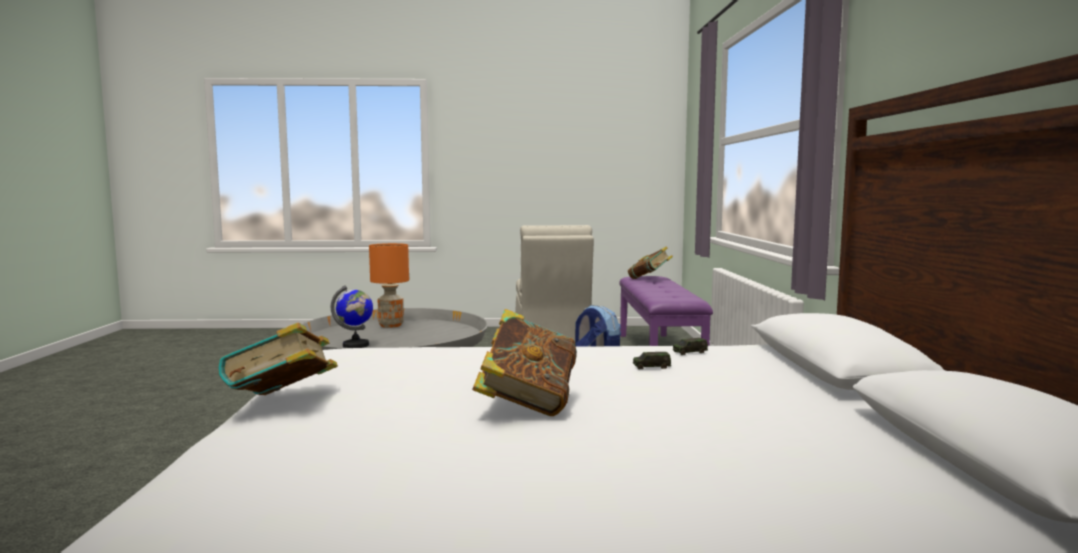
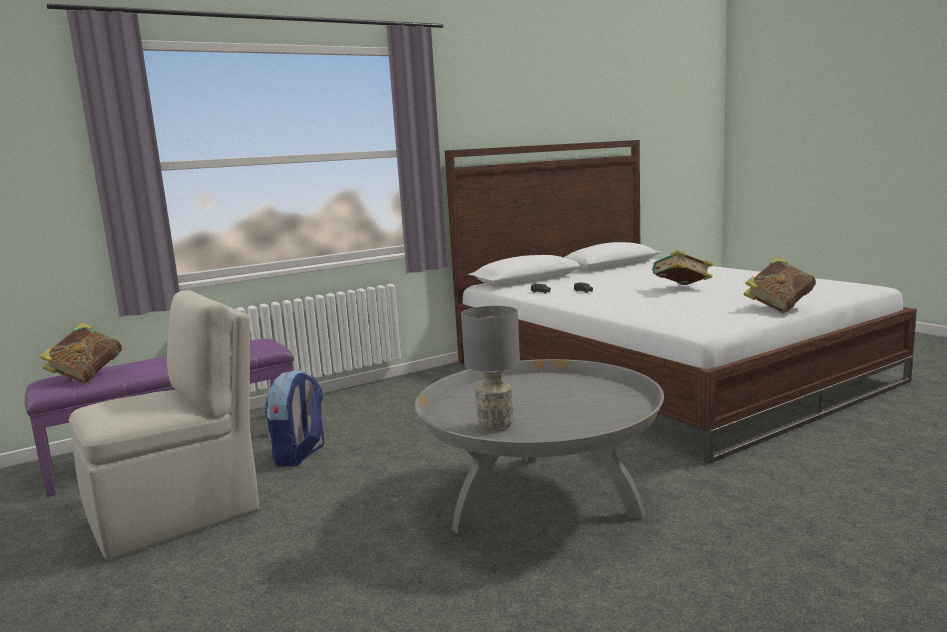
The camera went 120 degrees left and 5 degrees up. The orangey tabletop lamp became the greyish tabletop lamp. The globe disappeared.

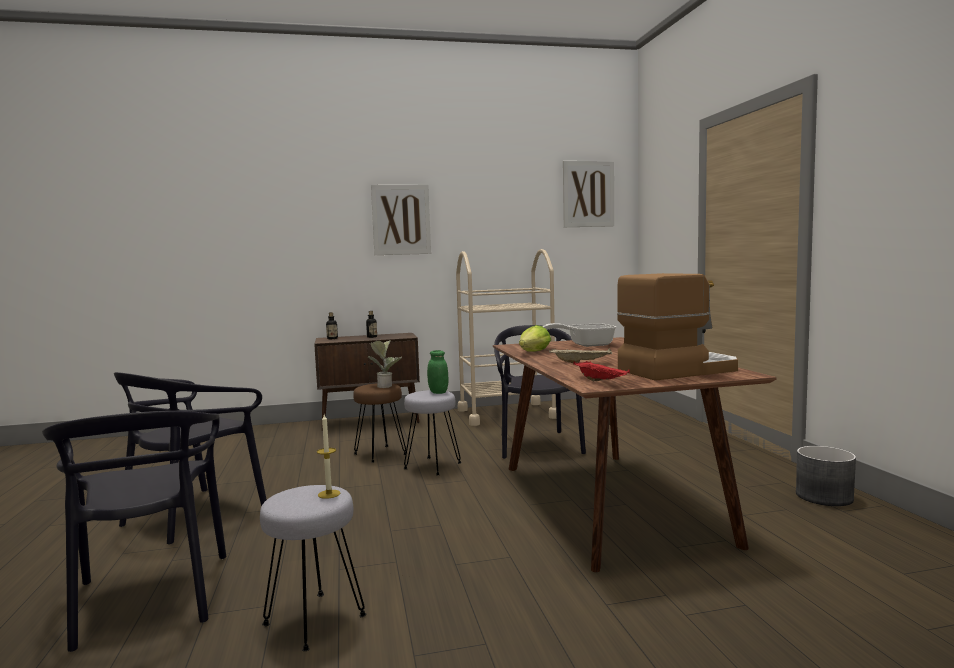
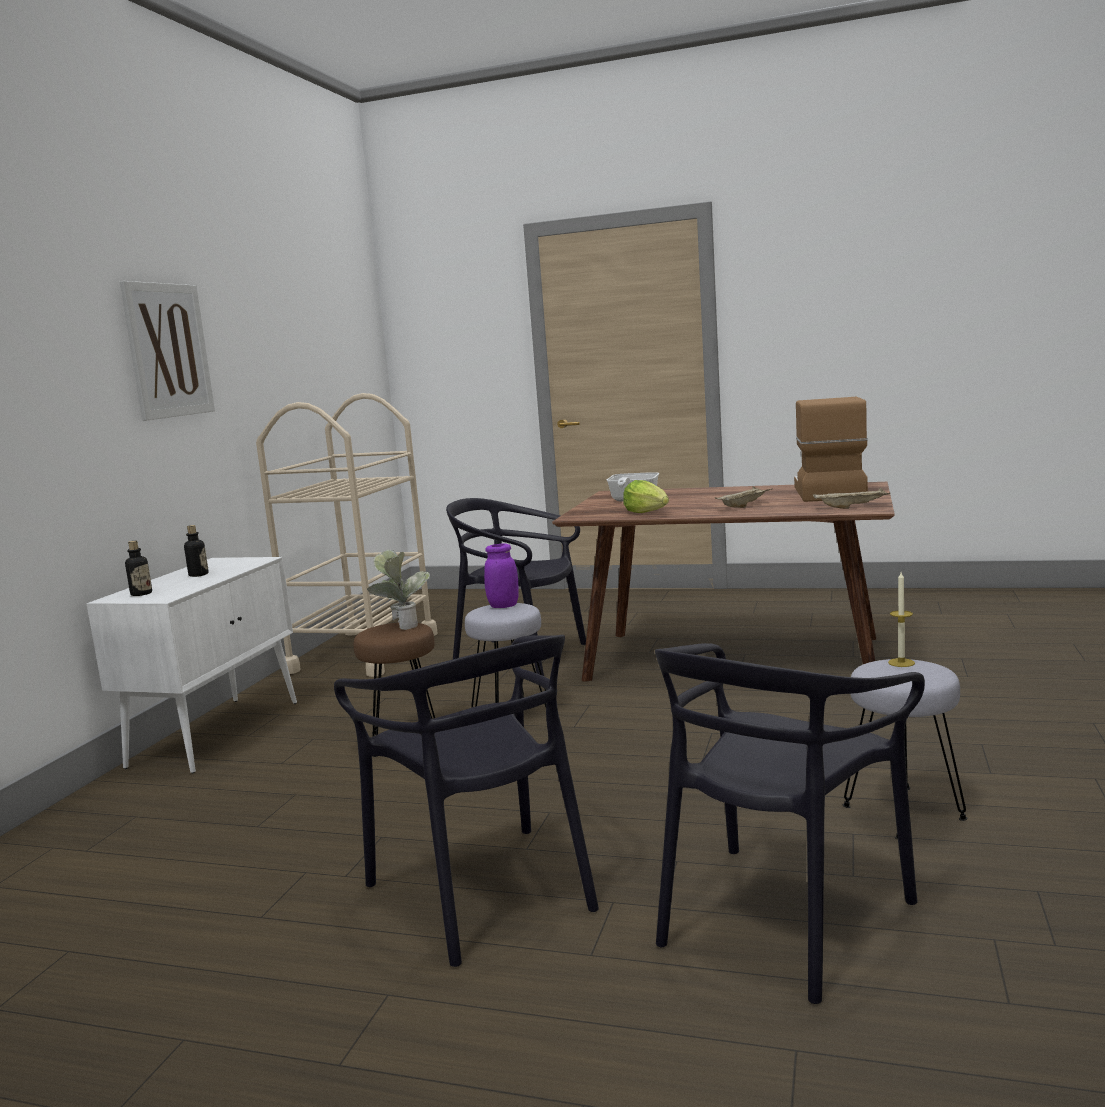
The camera went 60 degrees left and 5 degrees up. The brownish cabinet became the whitish cabinet. The greenish jar became the purple-coloured jar. The blackish upright chair (1st from left in the first image) turned 120 degrees clockwise. The red tray became the beige tray (2nd from left). The wall picture (2nd from left) disappeared. The greyish planter disappeared.

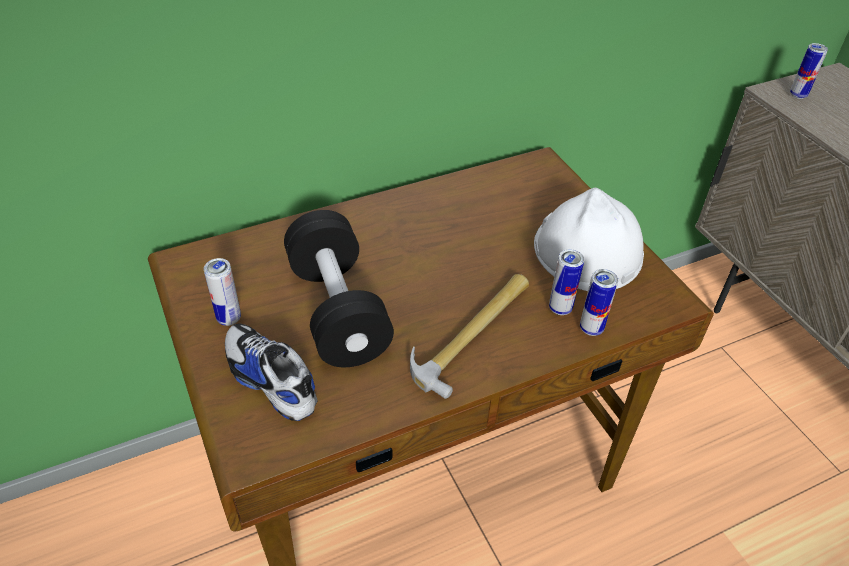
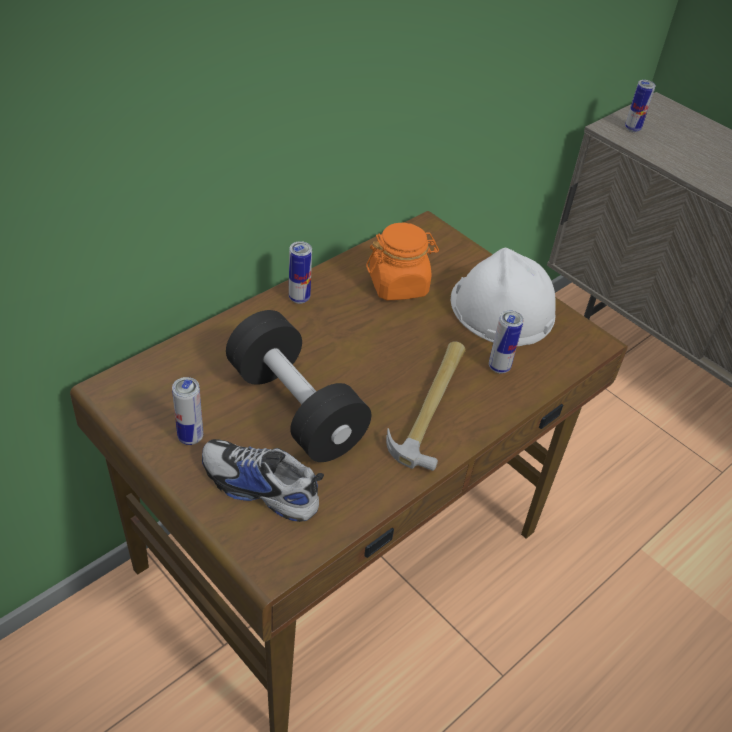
The camera went 20 degrees left and 0 degrees up. The sealed can (3rd from left in the first image) moved. The orangey jar appeared.

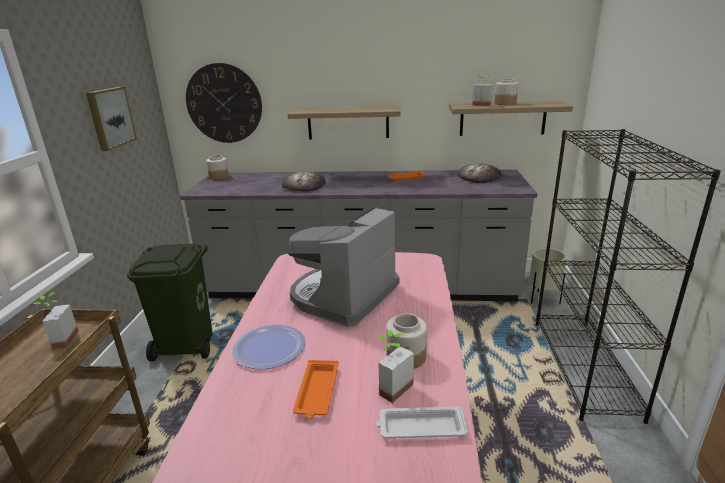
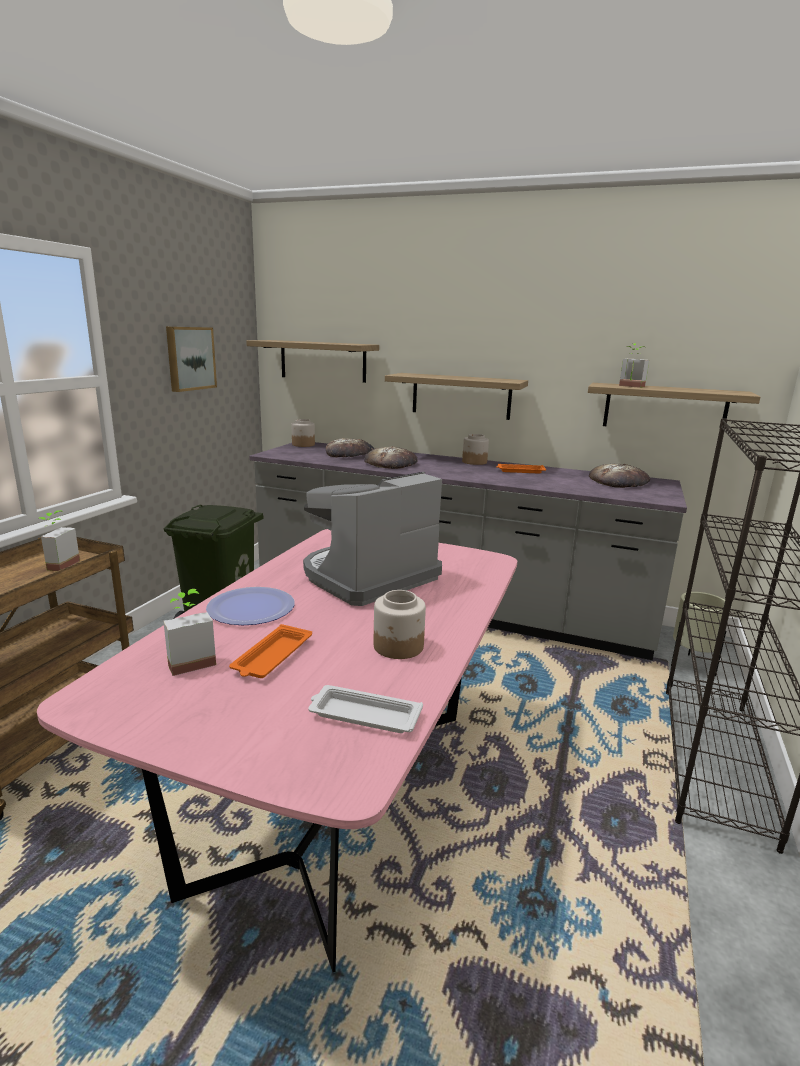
The camera went 15 degrees right and 5 degrees down. The potted plant (2nd from left) moved. The wall clock was replaced by the wall shelf (1st from left). The baked bread (1st from left) appeared. The jar (3rd from left) moved.

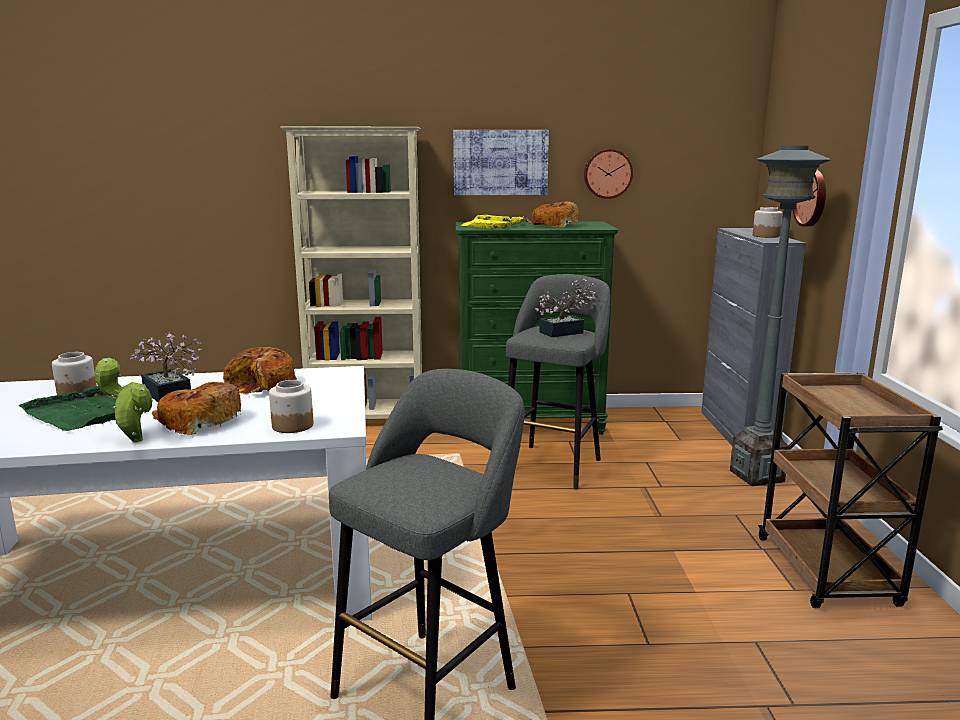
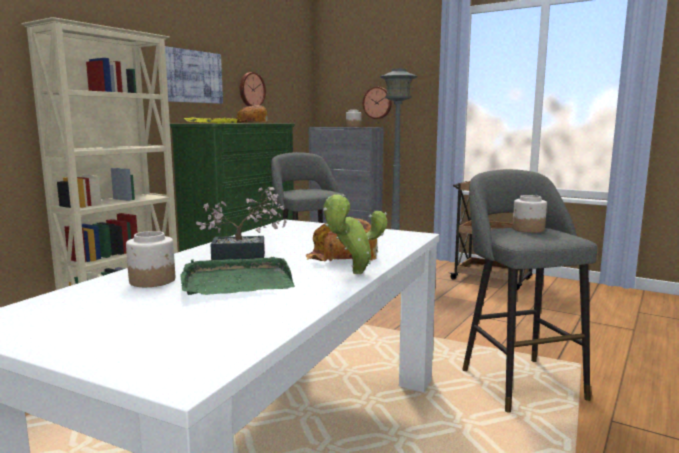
The camera went 55 degrees left and 5 degrees down. The jar (2nd from left in the first image) moved. The baked bread (2nd from left) disappeared. The potted plant (3rd from left) disappeared.

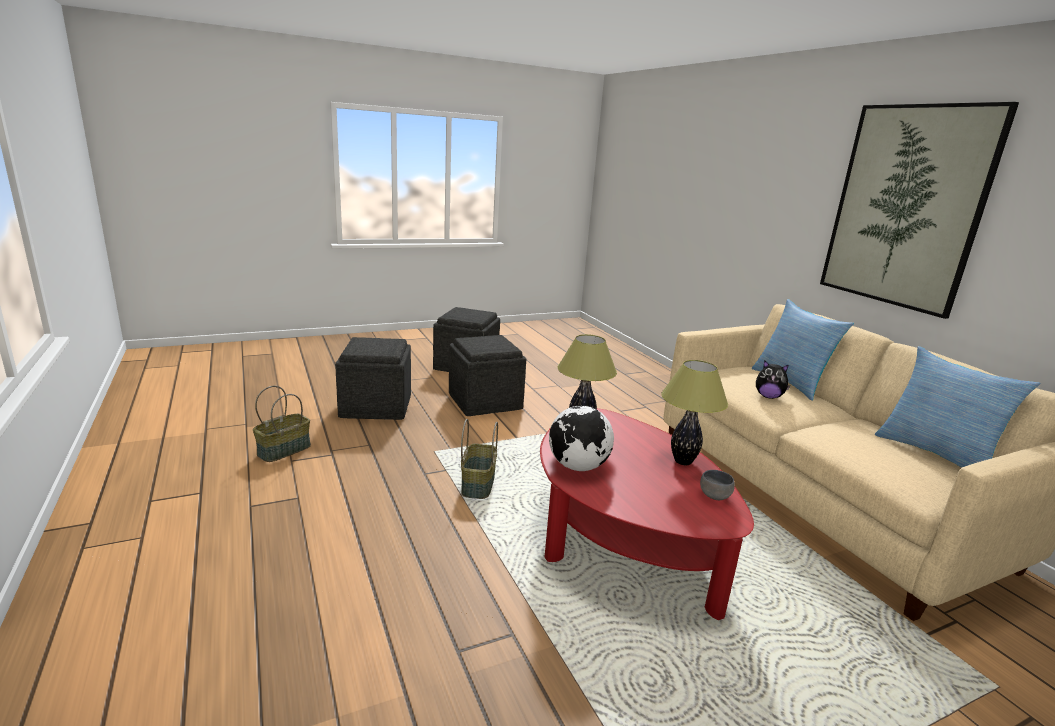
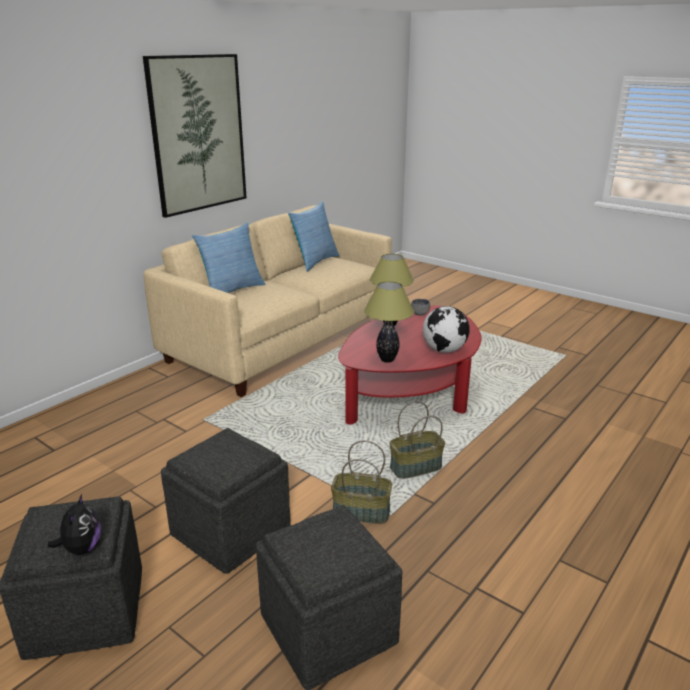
The camera went 115 degrees left and 5 degrees up. The cuddly toy moved. The basket (1st from left) moved.

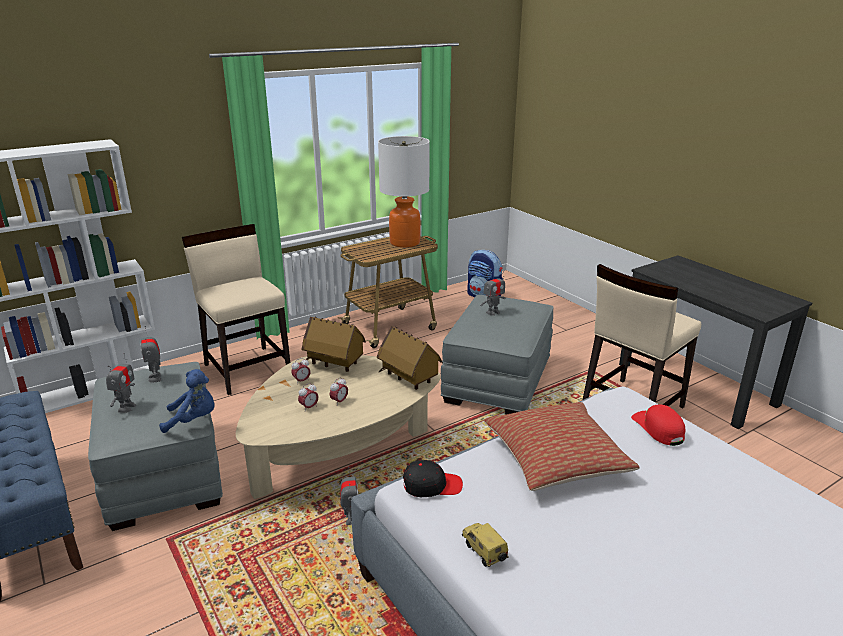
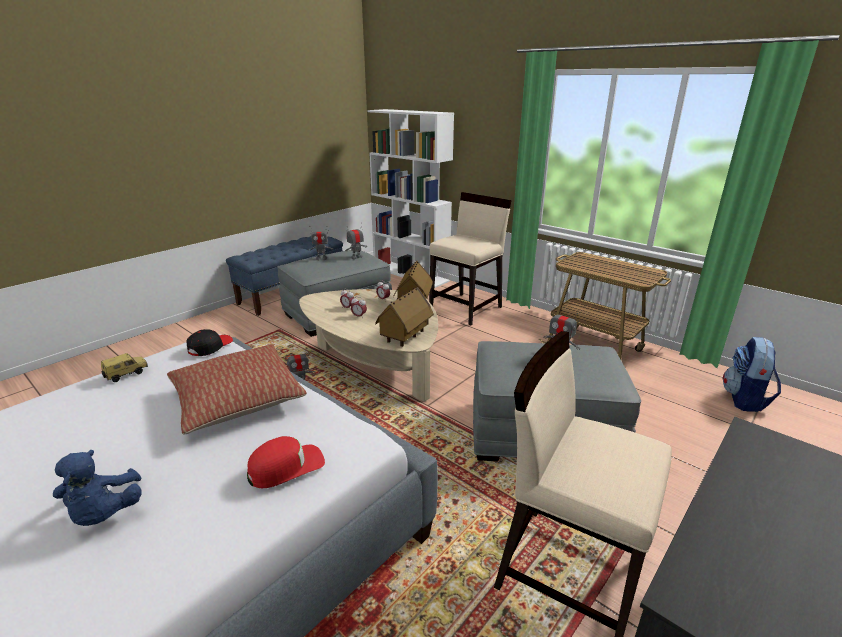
The camera went 75 degrees right and 0 degrees up. The blue cuddly toy moved. The blackish cap turned 135 degrees counterclockwise. The tabletop lamp disappeared.

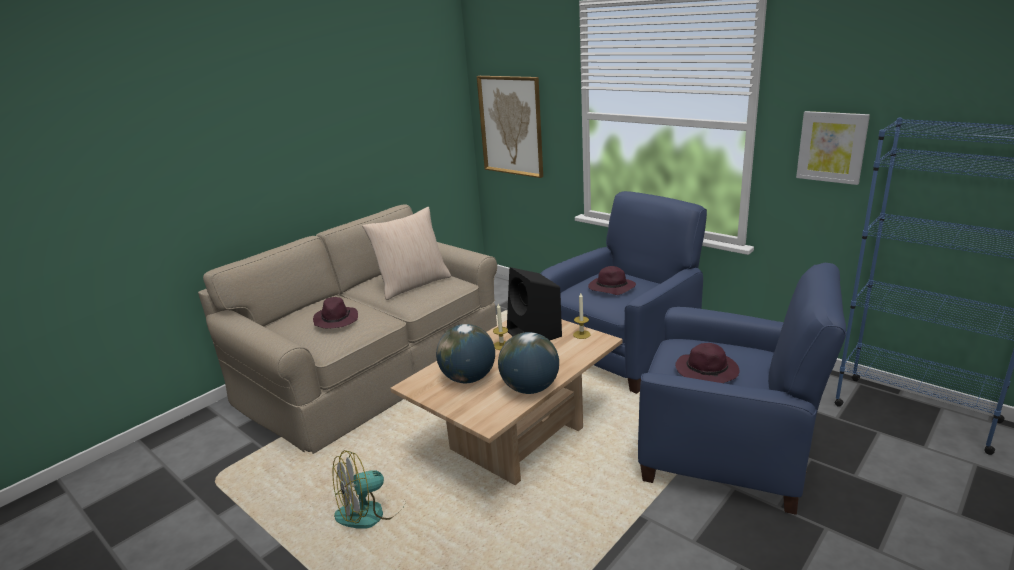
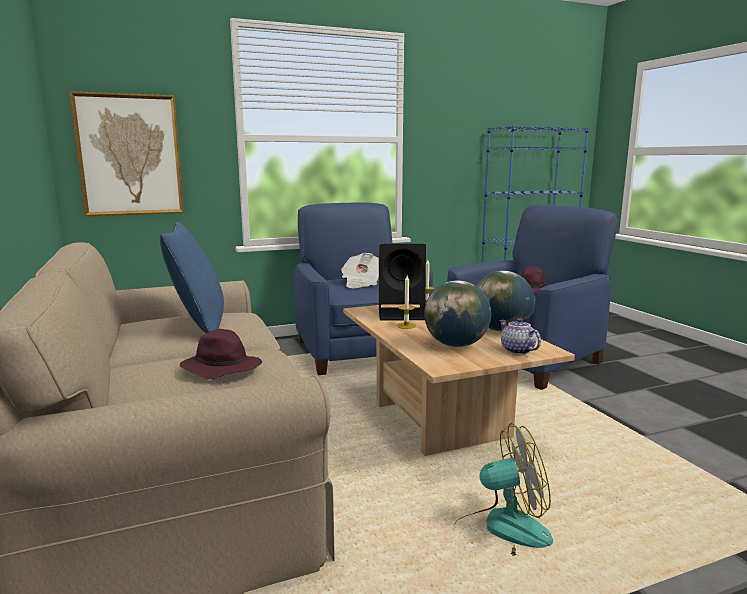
The camera went 65 degrees left and 10 degrees down. The beige pillow became the blue pillow. The purple-coloured hat (2nd from left) was replaced by the daily paper. The cooling fan turned 90 degrees counterclockwise. The pot for tea appeared. The wall picture (2nd from left) disappeared.

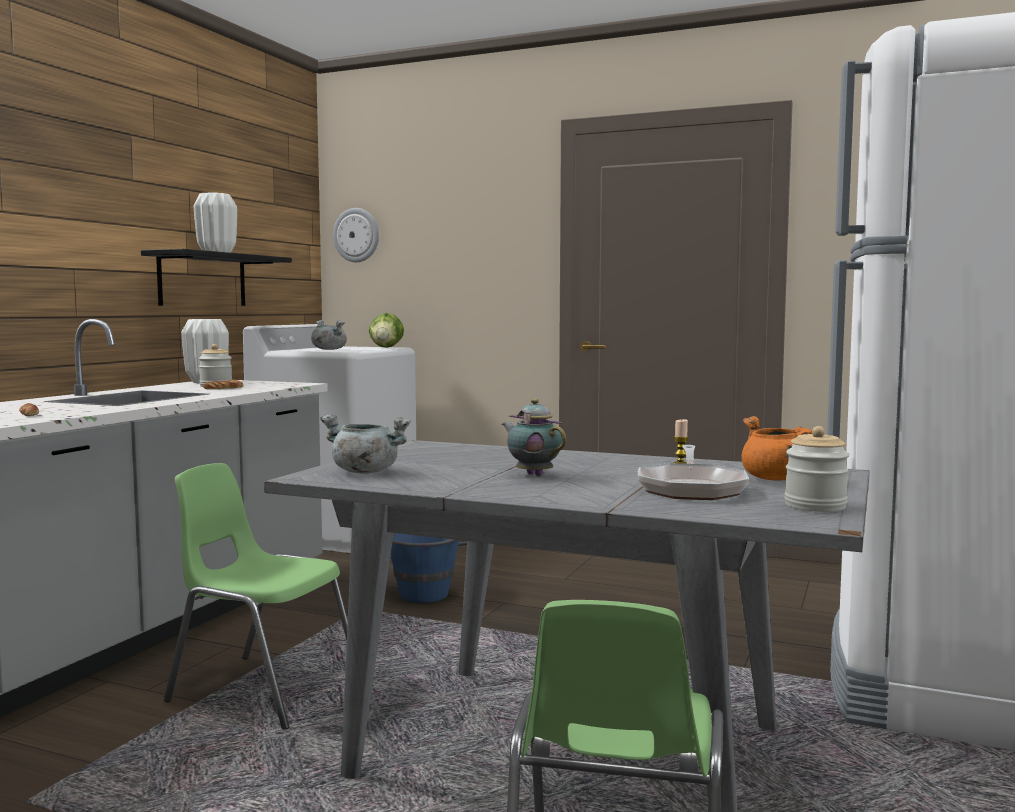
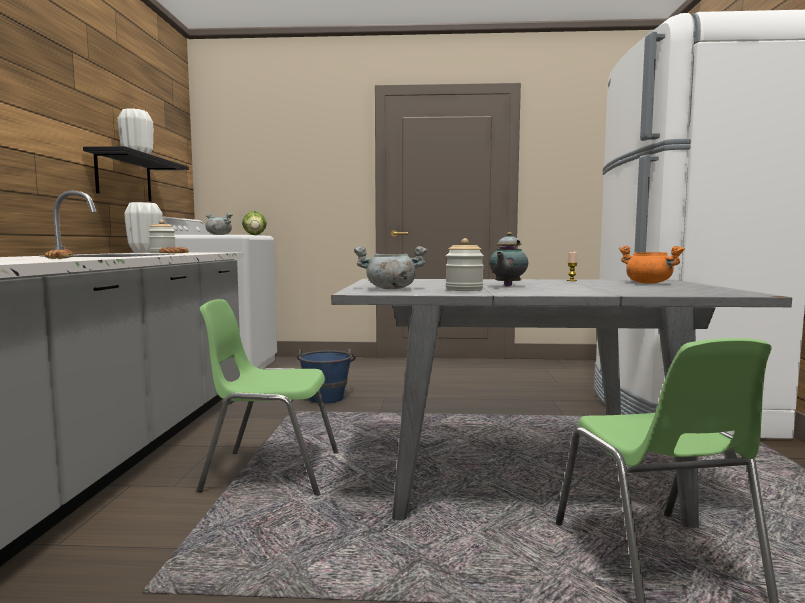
The camera went 20 degrees left and 0 degrees up. The jar (2nd from left) moved. The pot for tea turned 90 degrees counterclockwise. The wall clock disappeared. The frying pan disappeared.

